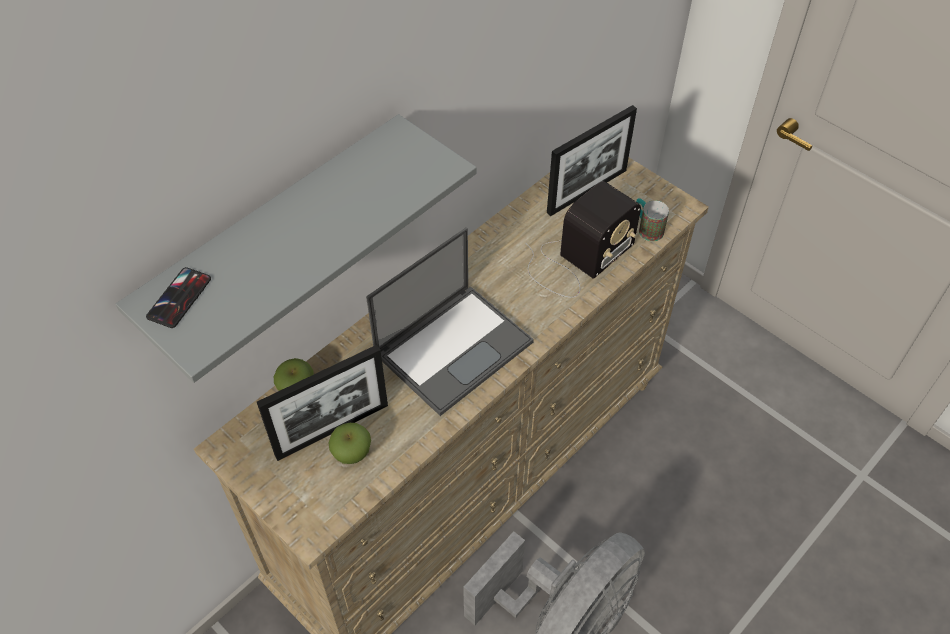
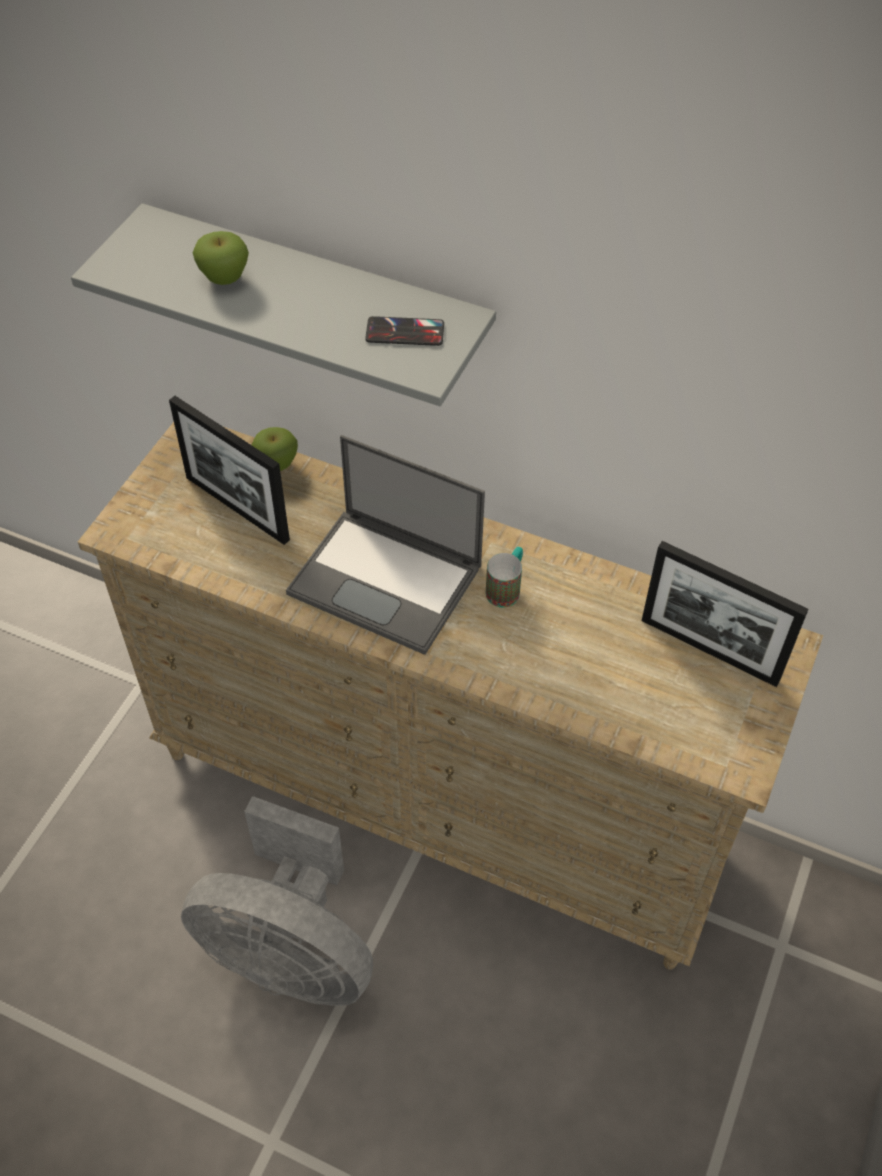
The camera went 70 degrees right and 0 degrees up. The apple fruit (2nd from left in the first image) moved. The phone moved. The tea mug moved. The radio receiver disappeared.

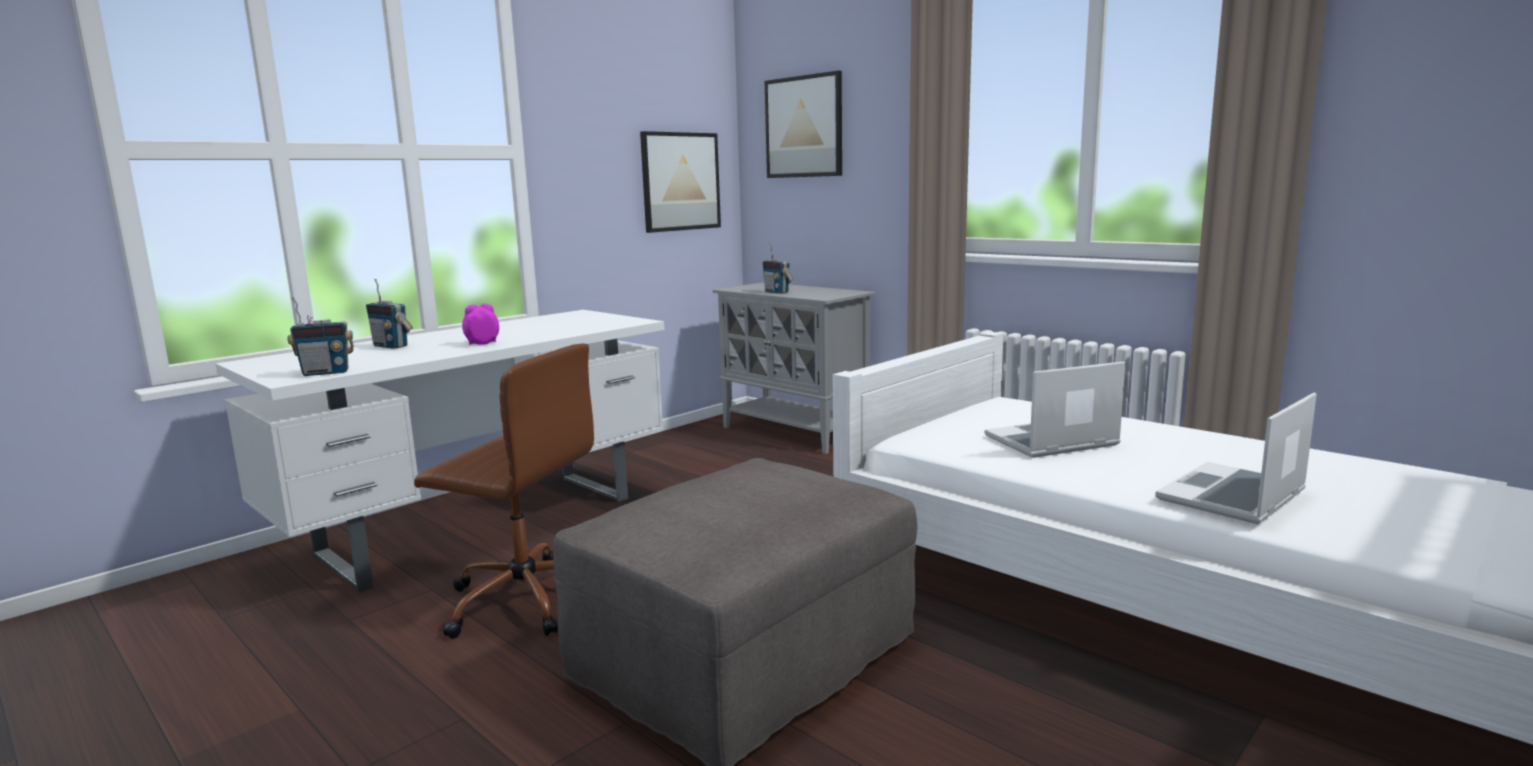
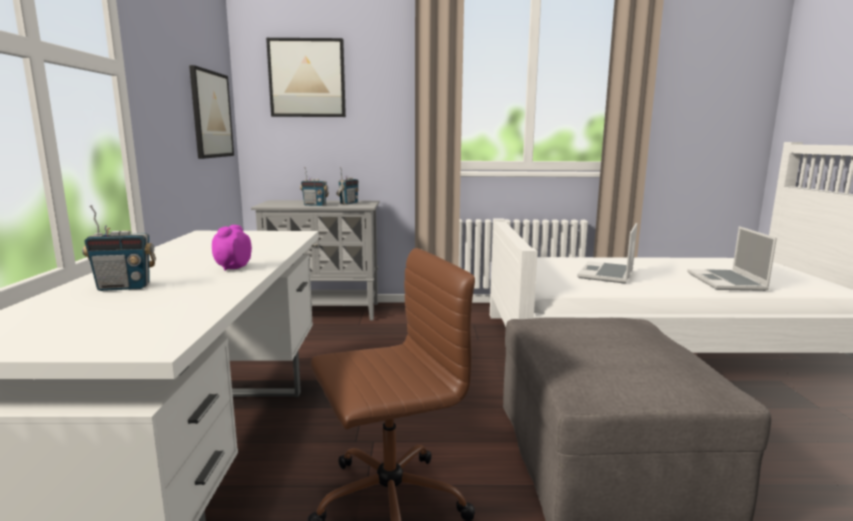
The camera went 45 degrees left and 0 degrees up. The radio receiver (1st from left in the first image) moved.

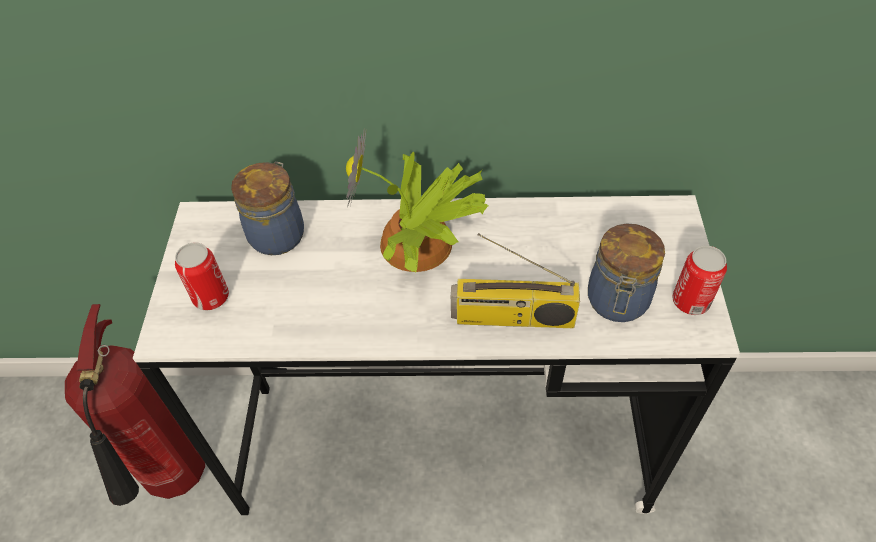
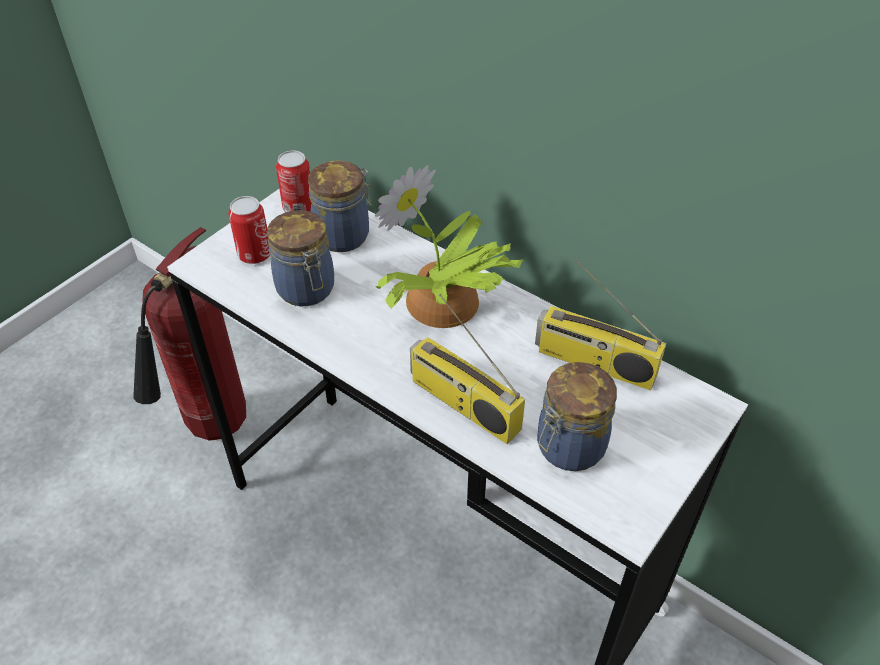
The camera went 35 degrees right and 5 degrees down. The jar (1st from left) appeared. The sealed can (2nd from left) moved. The radio receiver (2nd from left) appeared.

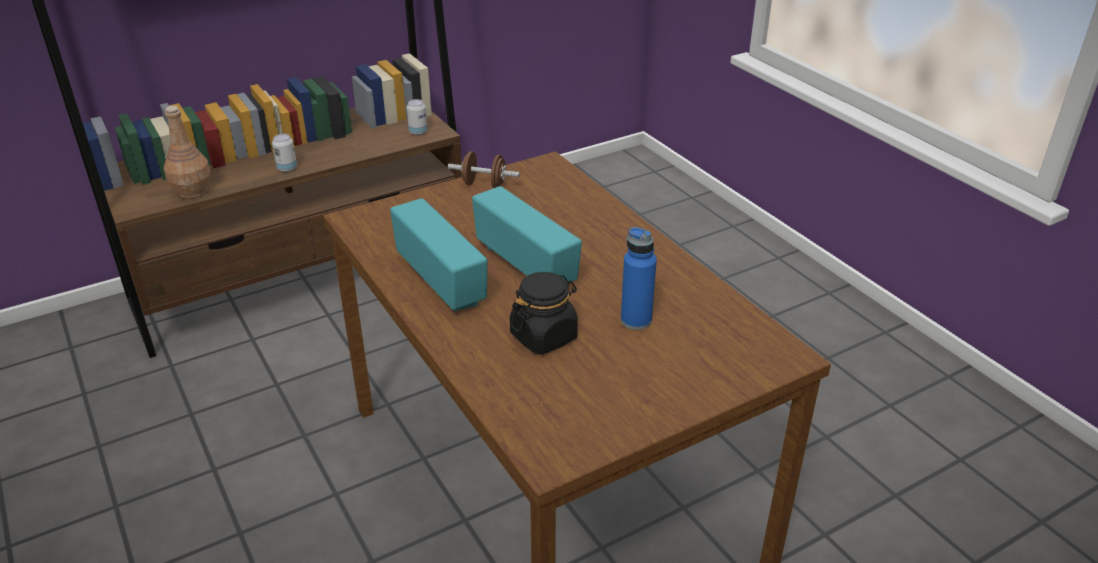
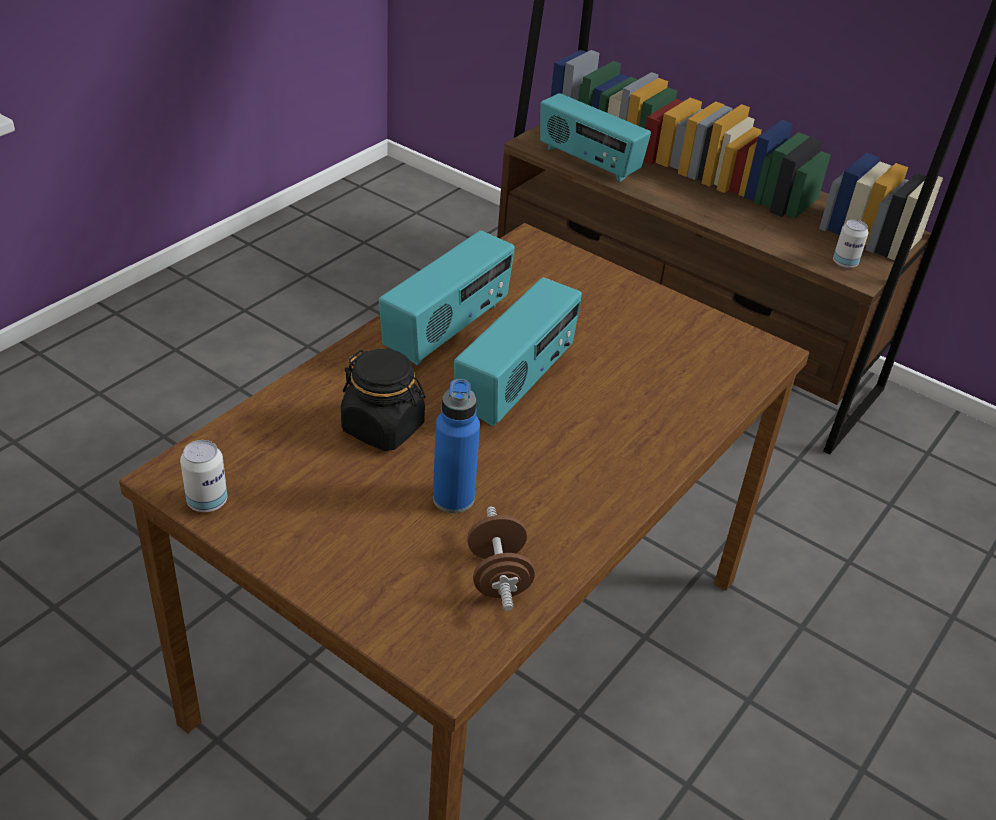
The camera went 65 degrees right and 5 degrees up. The sealed can (1st from left) moved. The brownish free weight moved. The brownish beverage bottle was replaced by the radio receiver (3rd from left).

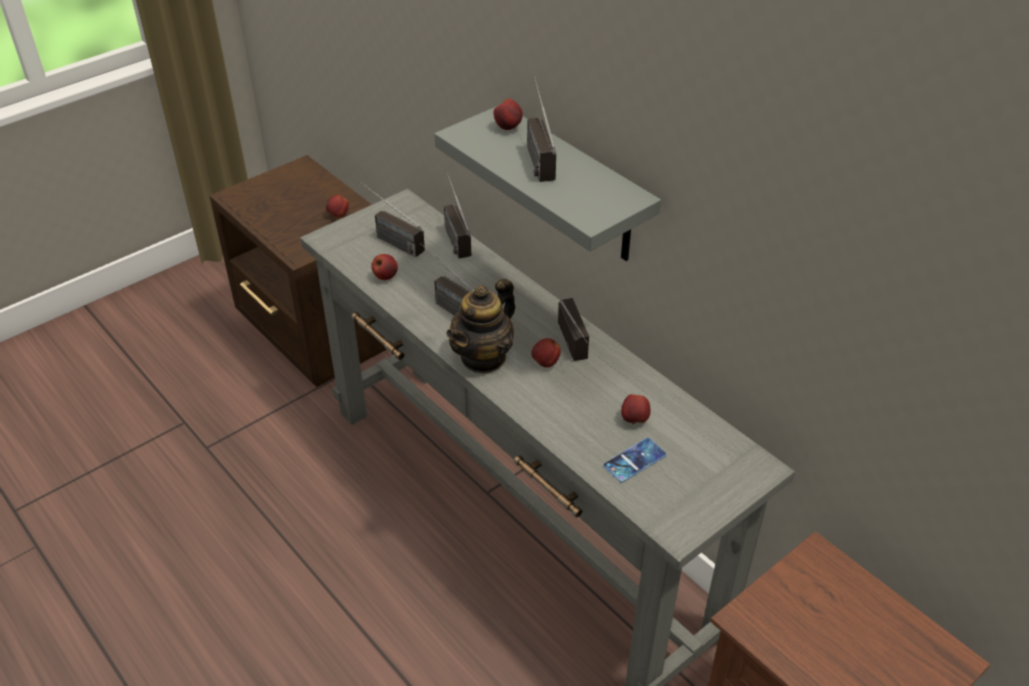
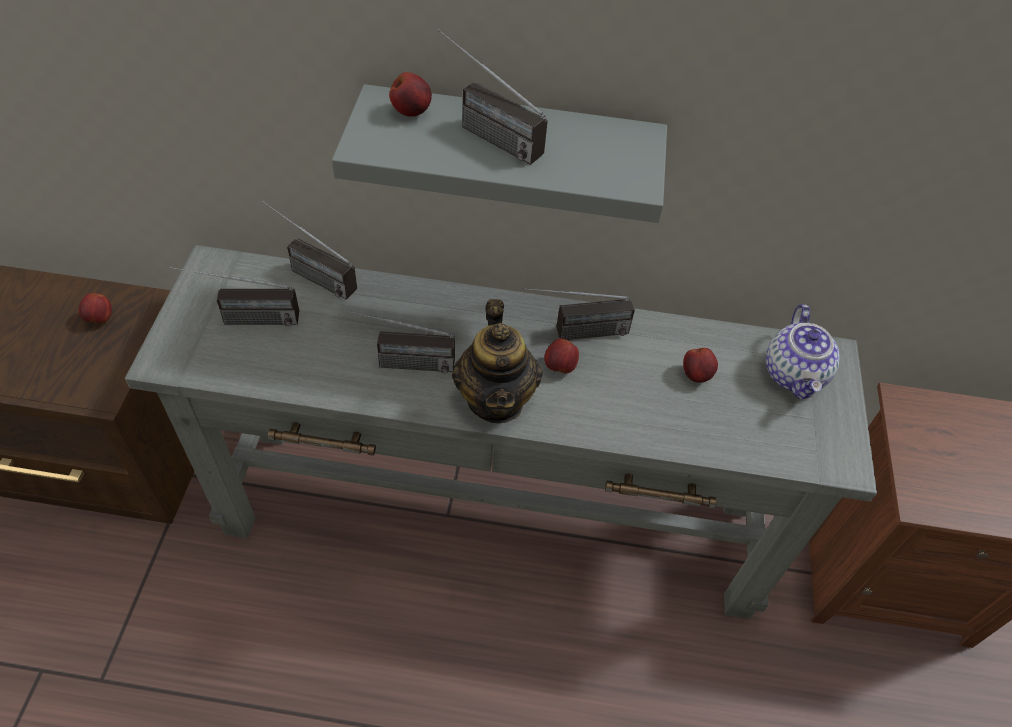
The camera went 45 degrees left and 10 degrees up. The radio receiver (5th from left) turned 135 degrees clockwise. The pot for tea (2nd from left) appeared. The apple fruit (2nd from left) disappeared. The phone disappeared.

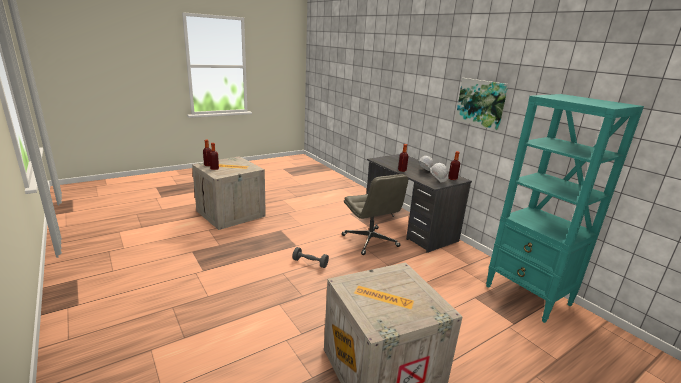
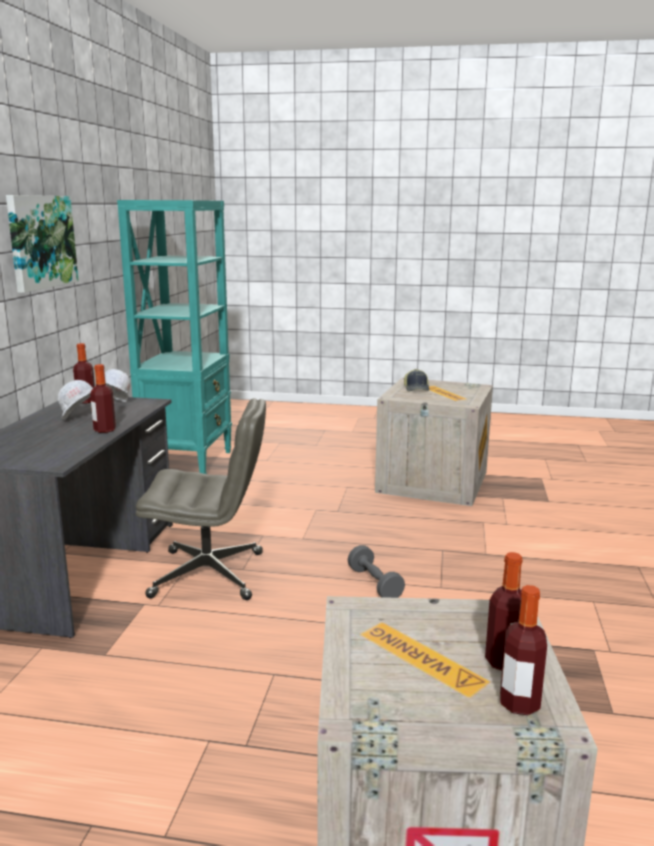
The camera went 135 degrees left and 5 degrees down. The greyish office chair turned 75 degrees clockwise. The cap appeared.

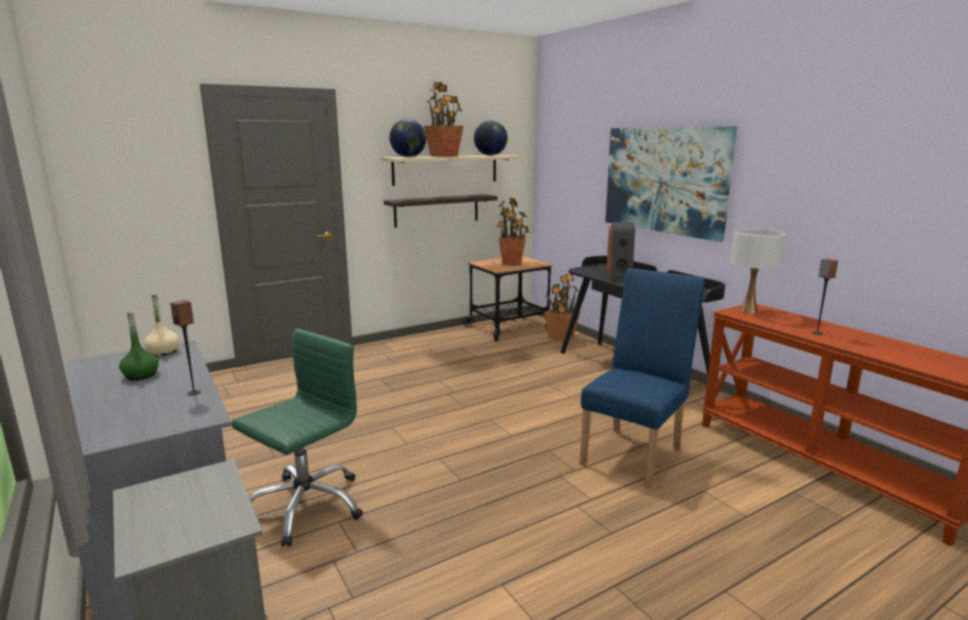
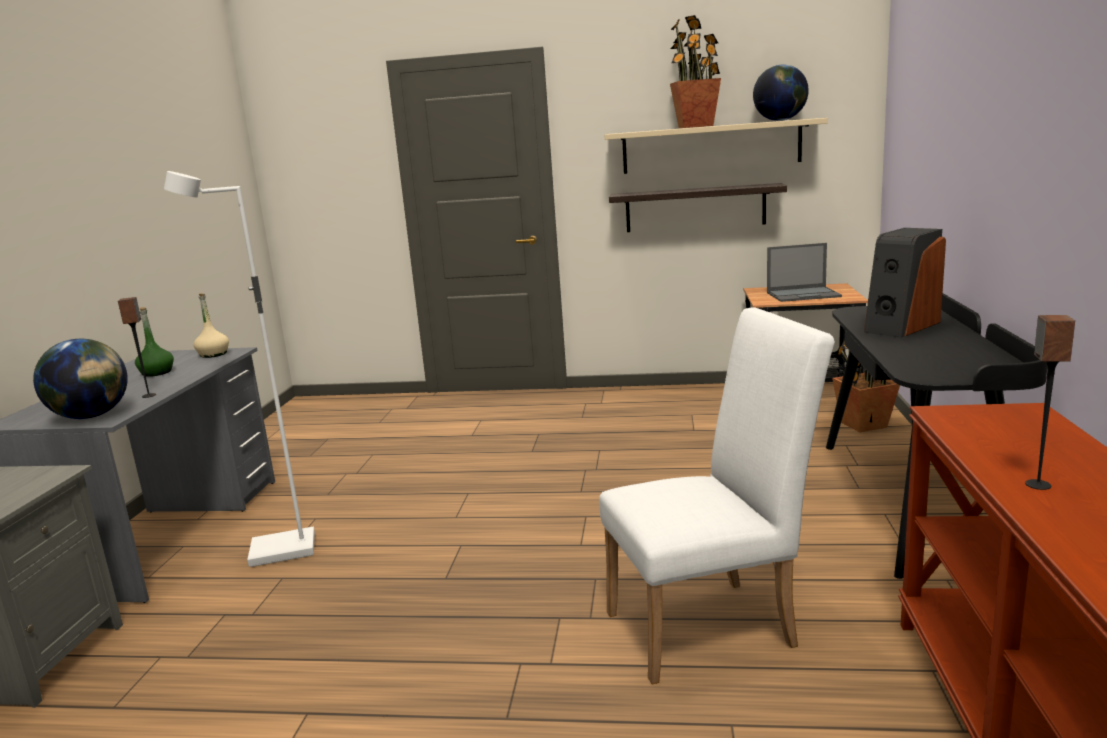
The camera went 40 degrees right and 0 degrees up. The globe (1st from left) moved. The greenish office chair was replaced by the whitish standing lamp. The blue upright chair became the whitish upright chair. The potted plant (2nd from left) was replaced by the laptop. The wall picture disappeared. The whitish tabletop lamp disappeared.

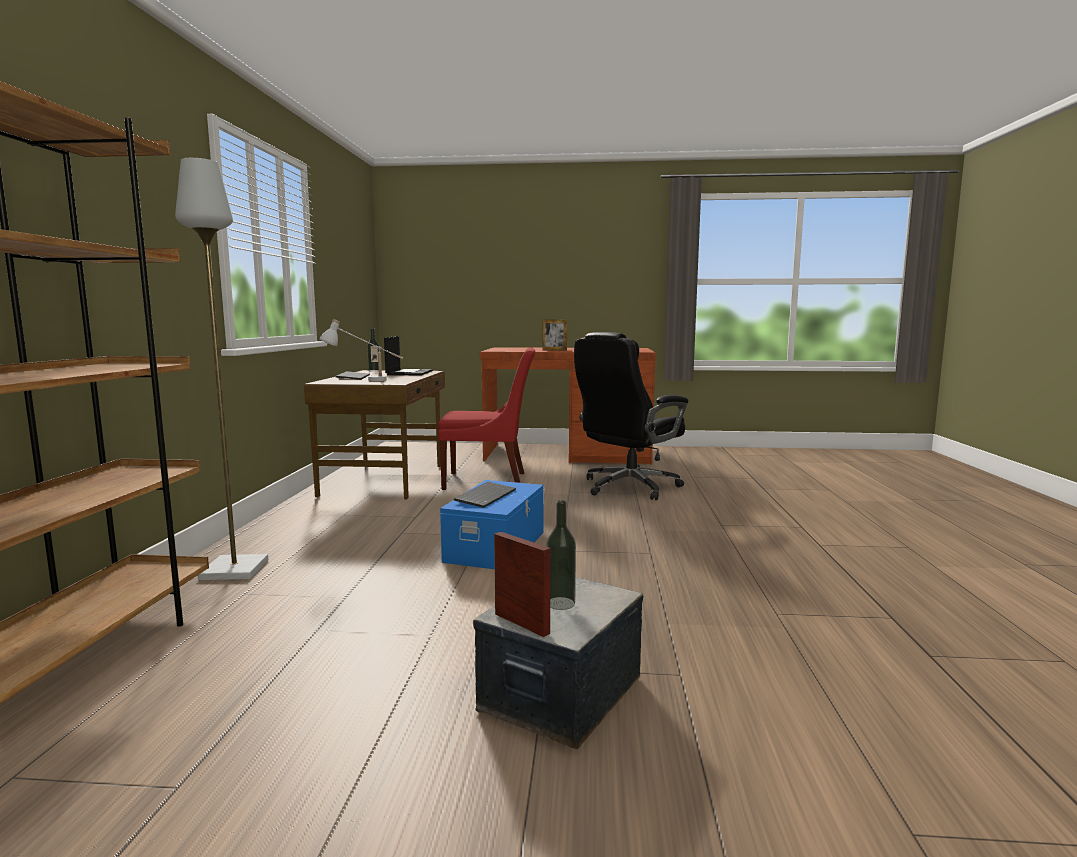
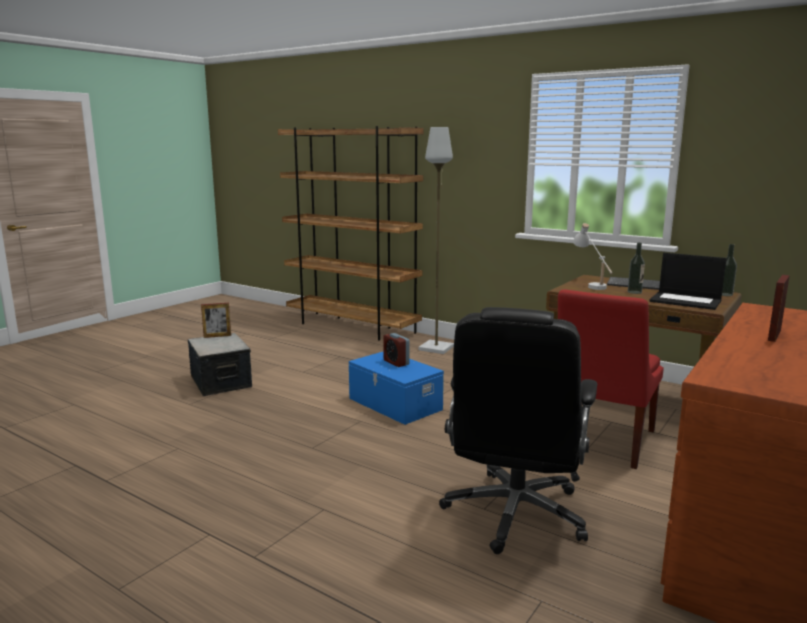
The camera went 120 degrees right and 5 degrees up. The PC keyboard (2nd from left) was replaced by the alarm clock. The blackish office chair turned 150 degrees counterclockwise. The beverage bottle (2nd from left in the first image) moved.

